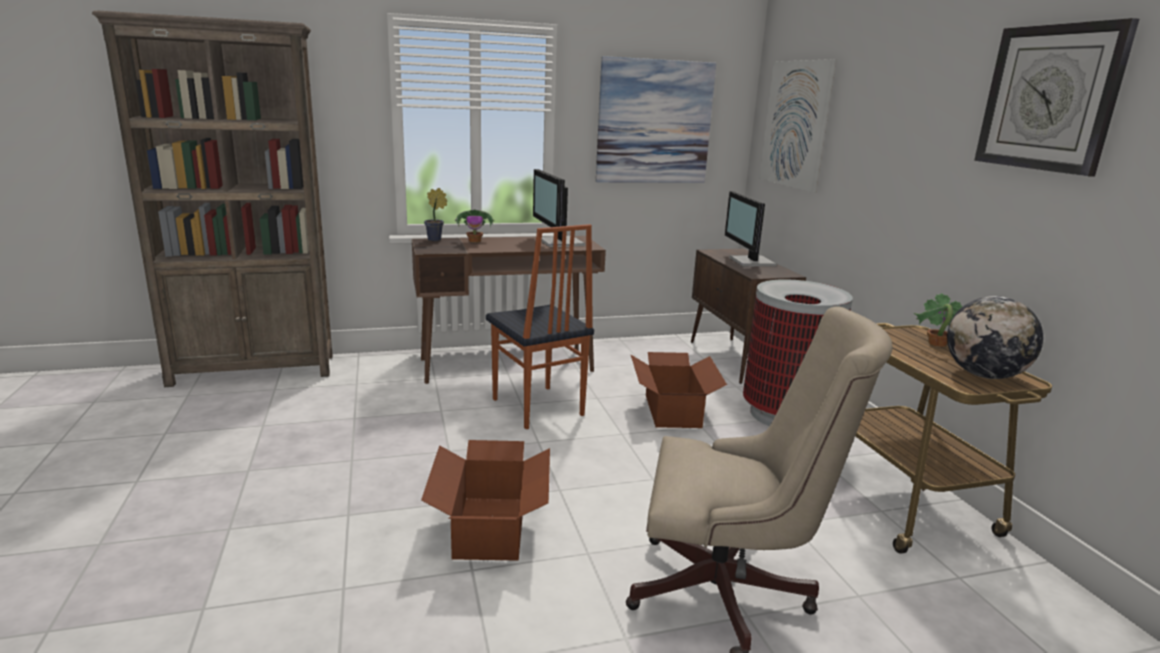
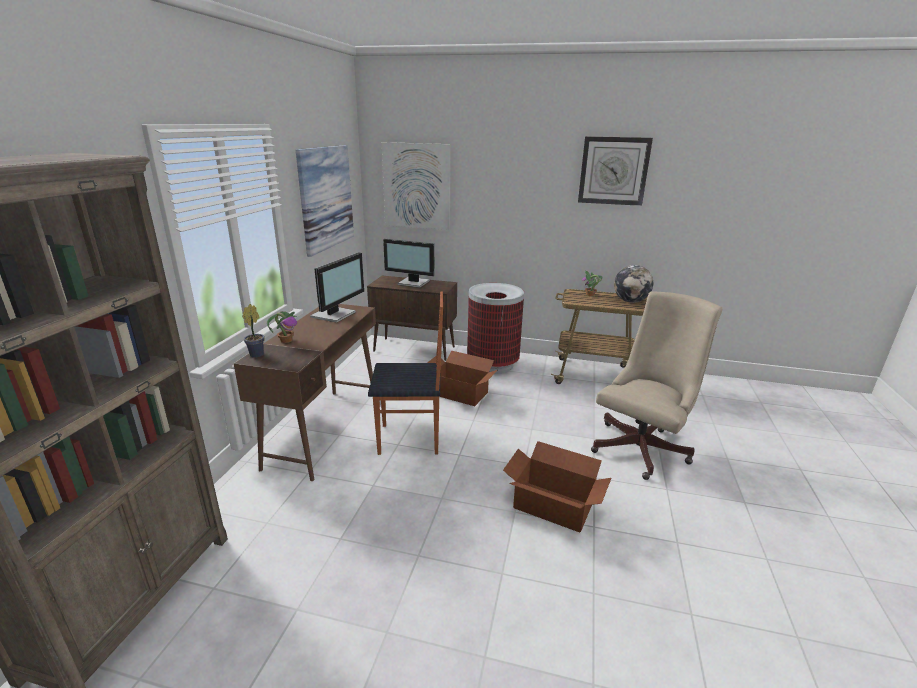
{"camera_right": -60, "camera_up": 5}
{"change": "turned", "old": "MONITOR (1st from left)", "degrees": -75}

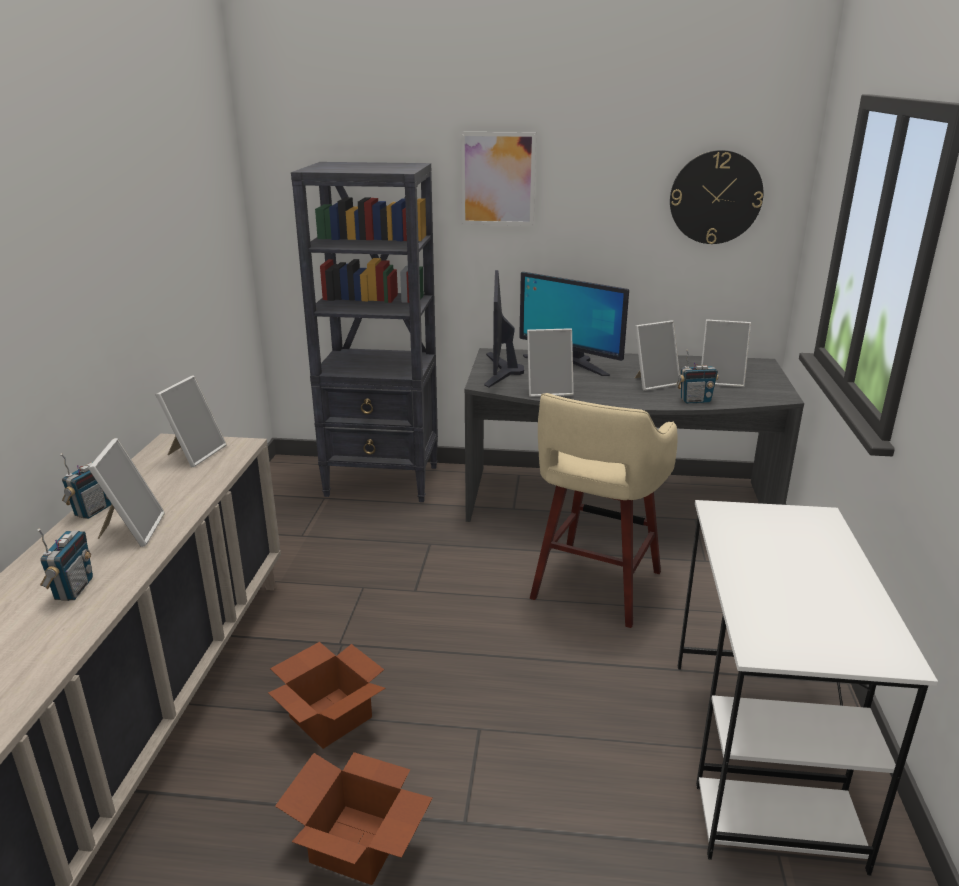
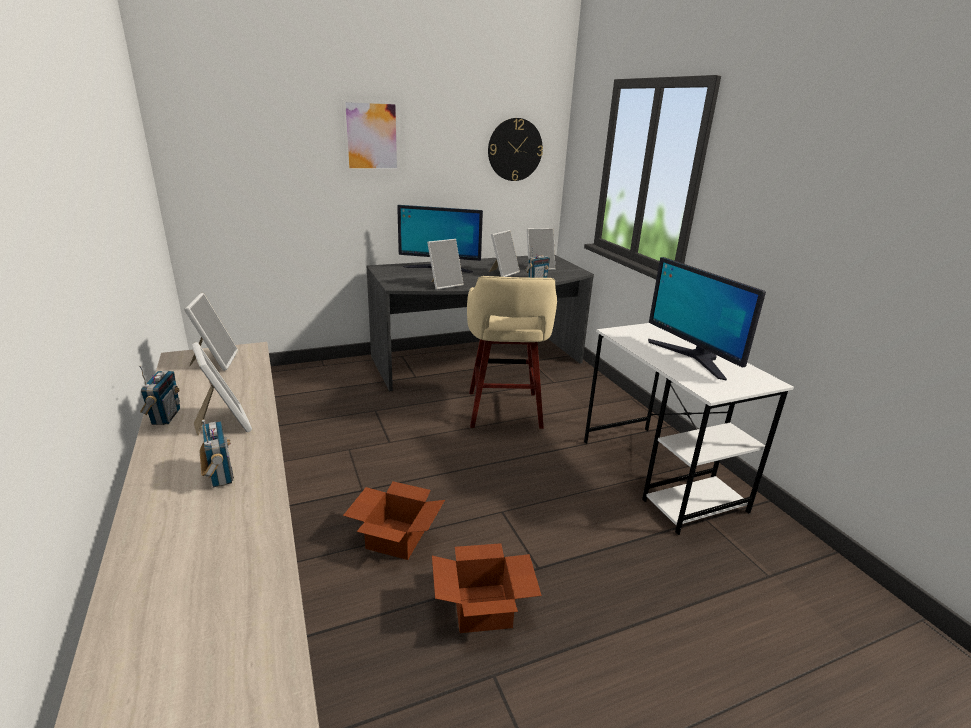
{"camera_right": -30, "camera_up": 0}
{"change": "moved", "old": "MONITOR (1st from left in the first image)", "new": "MONITOR (2nd from left)"}
{"change": "removed", "old": "BLACKISH BOOKSHELF"}

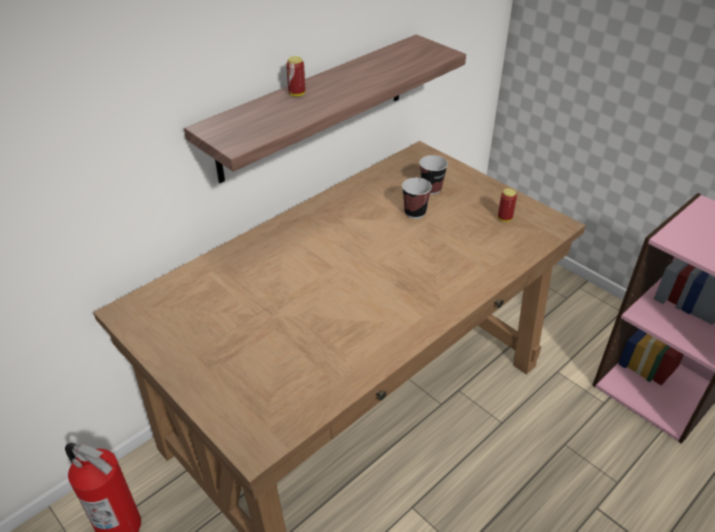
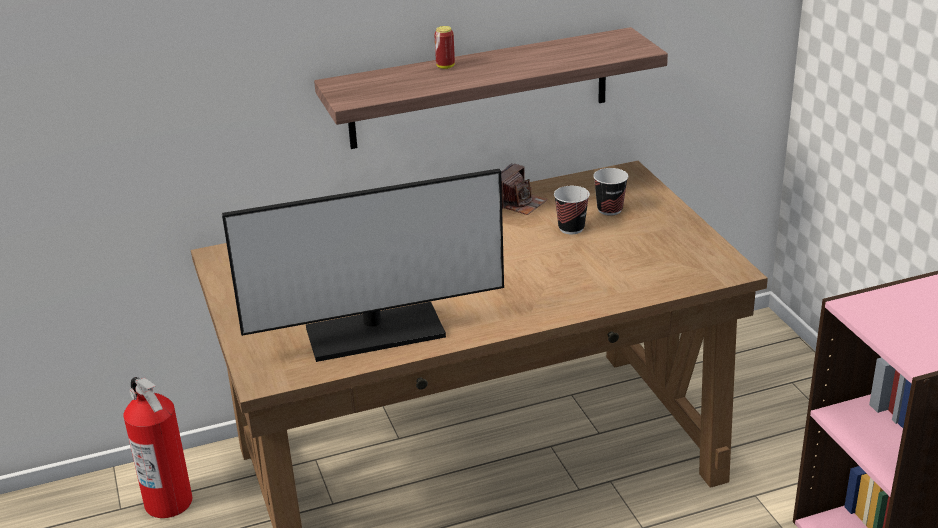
{"camera_right": 25, "camera_up": -10}
{"change": "added", "new": "MONITOR"}
{"change": "added", "new": "STILL CAMERA"}
{"change": "removed", "old": "SEALED CAN (2nd from left)"}

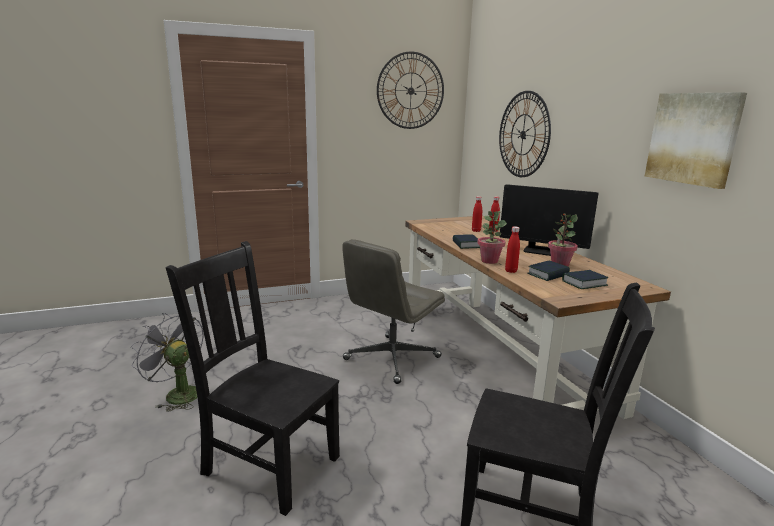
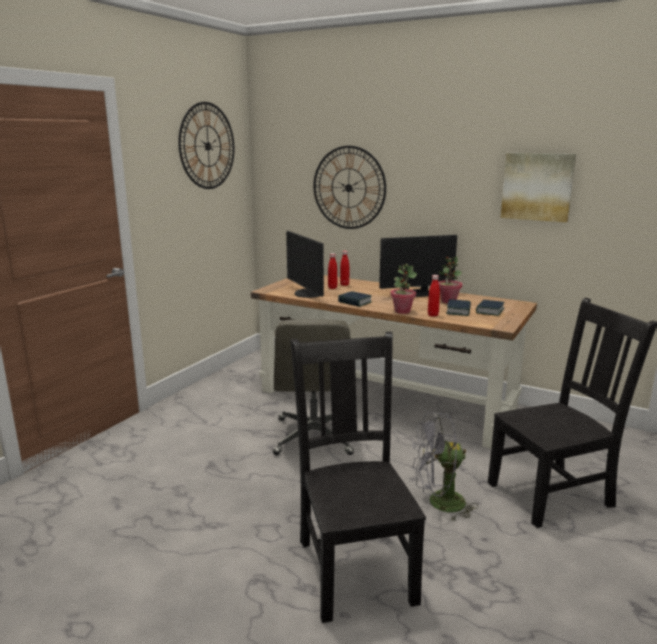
{"camera_right": -40, "camera_up": 0}
{"change": "added", "new": "MONITOR (1st from left)"}
{"change": "turned", "old": "BLACKISH PLAIN CHAIR (1st from left)", "degrees": 90}
{"change": "moved", "old": "GRAY ELECTRIC FAN"}

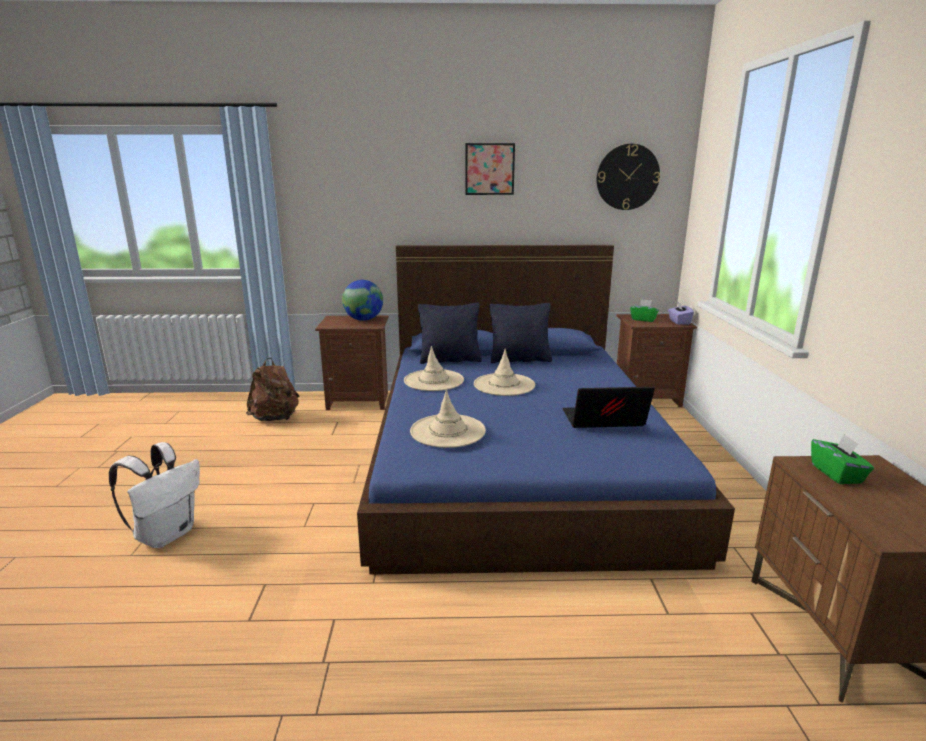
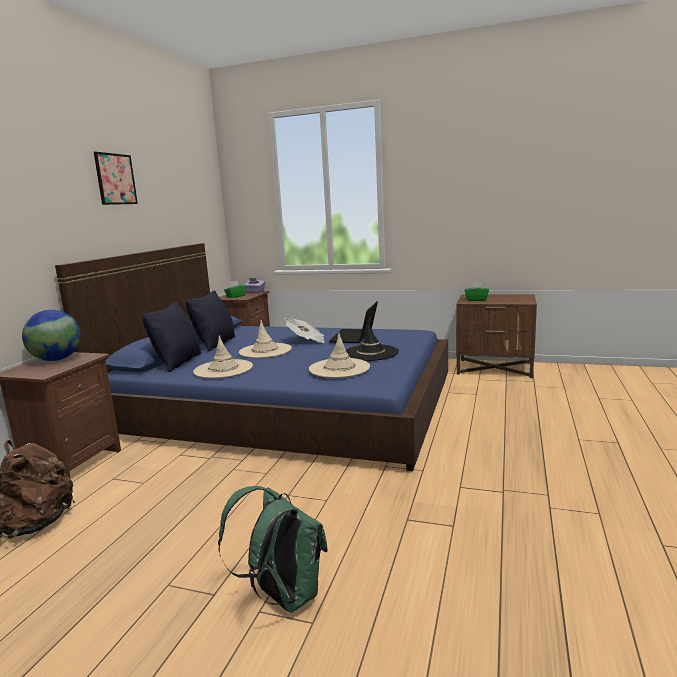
{"camera_right": -70, "camera_up": -5}
{"change": "recoloured", "old": "WHITISH RUCKSACK", "new": "GREEN RUCKSACK"}
{"change": "added", "new": "DAILY PAPER"}
{"change": "added", "new": "BLACKISH WEARABLE HAT"}
{"change": "removed", "old": "CLOCK ON THE WALL"}

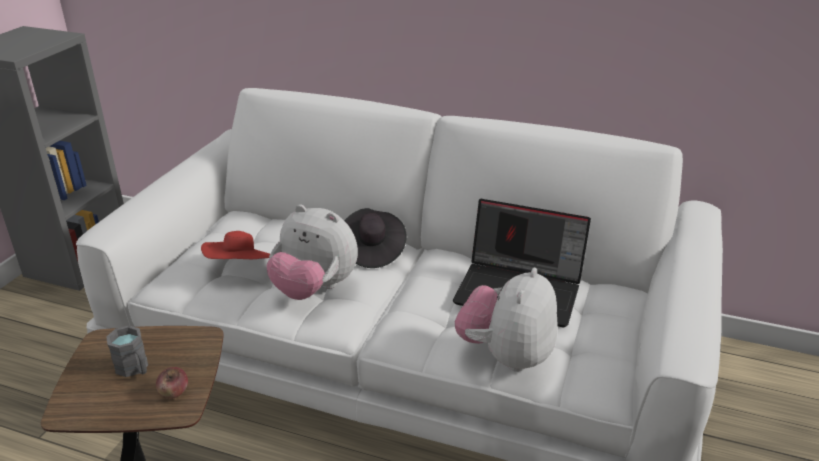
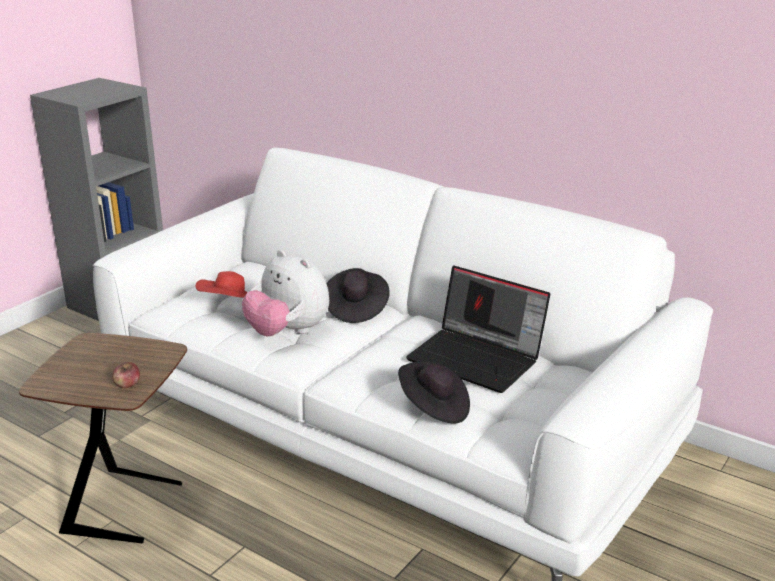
{"camera_right": 15, "camera_up": -5}
{"change": "replaced", "old": "CUDDLY TOY (2nd from left)", "new": "BLACKISH WEARABLE HAT (2nd from left)"}
{"change": "removed", "old": "GRAY TEA MUG"}

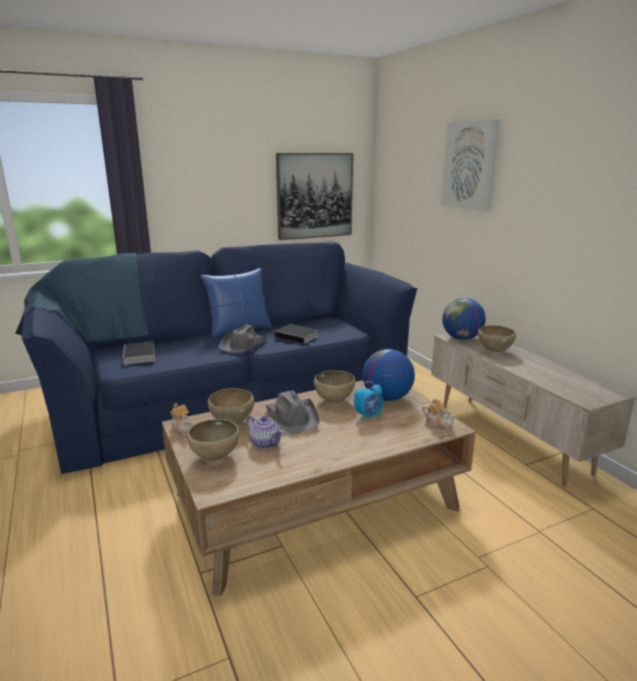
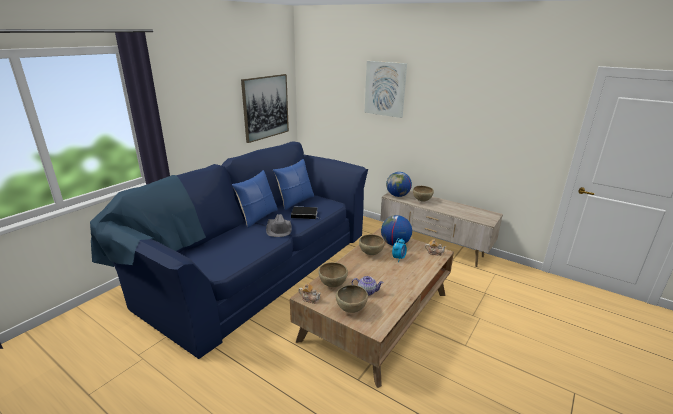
{"camera_right": -30, "camera_up": 5}
{"change": "added", "new": "BLUISH CUSHION (2nd from left)"}
{"change": "removed", "old": "VOLUME (1st from left)"}
{"change": "removed", "old": "GRAY WEARABLE HAT (2nd from left)"}

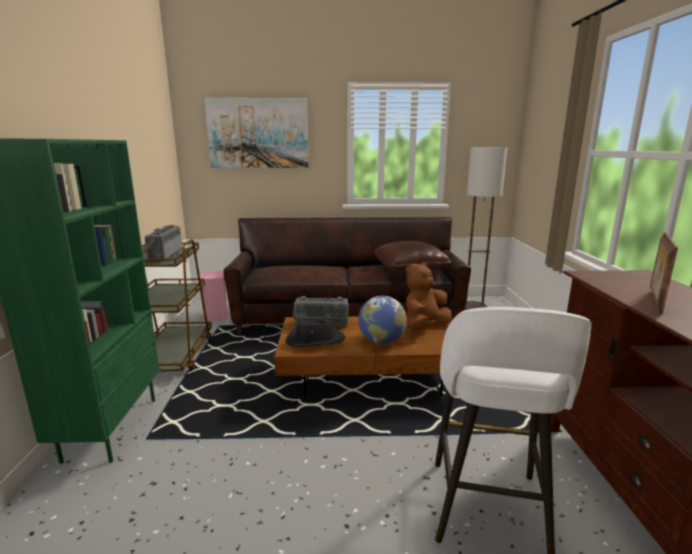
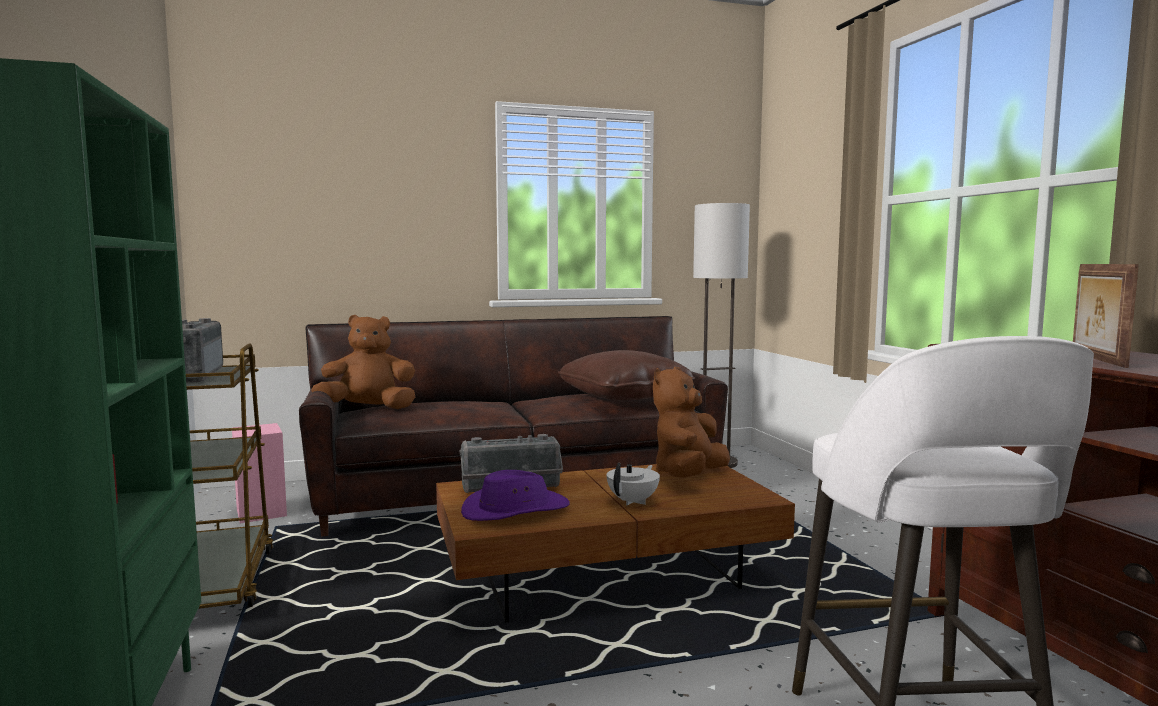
{"camera_right": -15, "camera_up": -10}
{"change": "added", "new": "BROWN-COLOURED CUDDLY TOY (1st from left)"}
{"change": "recoloured", "old": "BLACKISH WEARABLE HAT", "new": "PURPLISH WEARABLE HAT"}
{"change": "replaced", "old": "DESK GLOBE", "new": "WHITISH TEAPOT"}
{"change": "removed", "old": "PICTURE"}

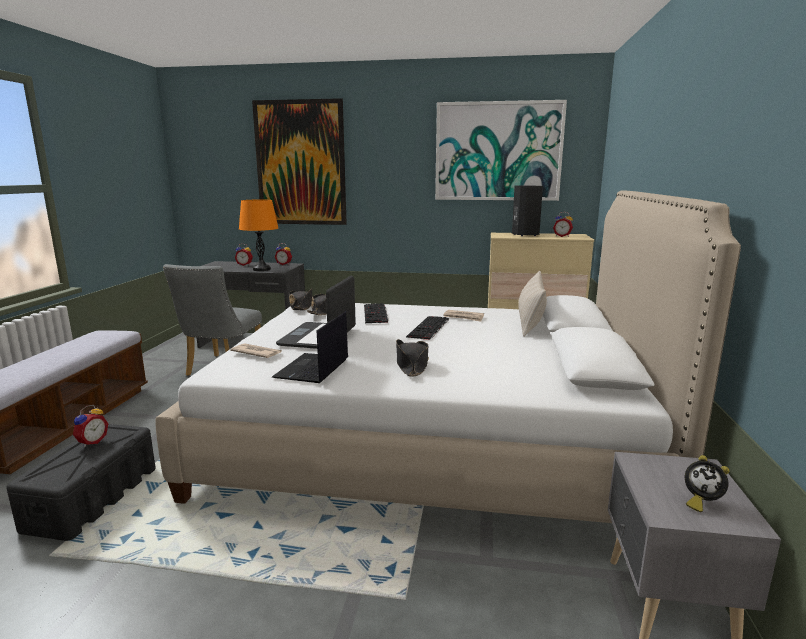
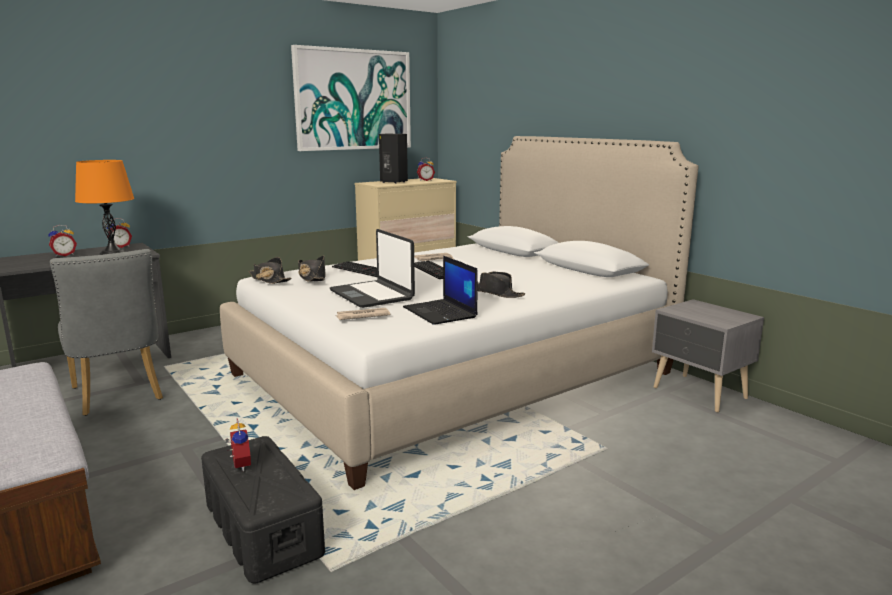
{"camera_right": -45, "camera_up": 0}
{"change": "removed", "old": "PICTURE (1st from left)"}
{"change": "removed", "old": "BEIGE CUSHION"}
{"change": "removed", "old": "BEDSIDE CLOCK (5th from left)"}

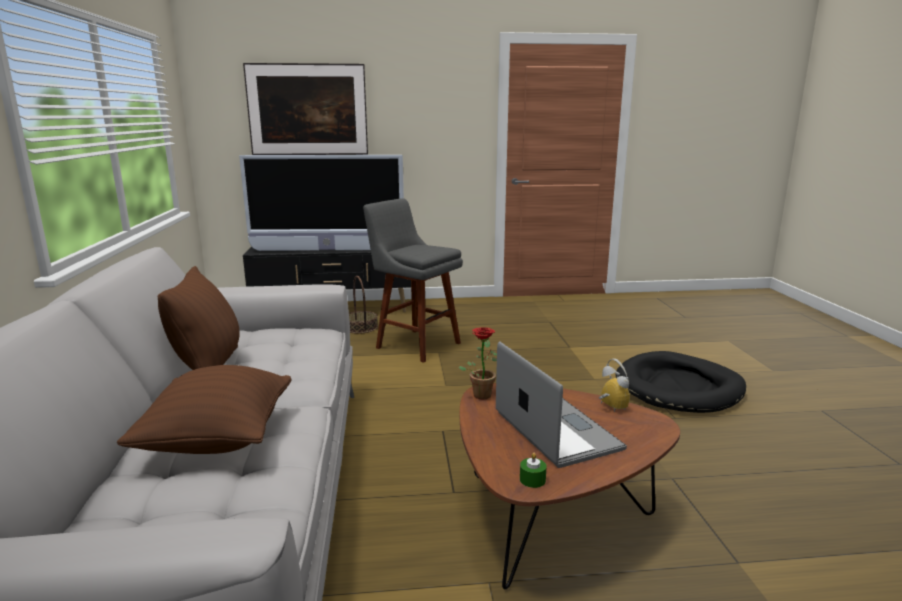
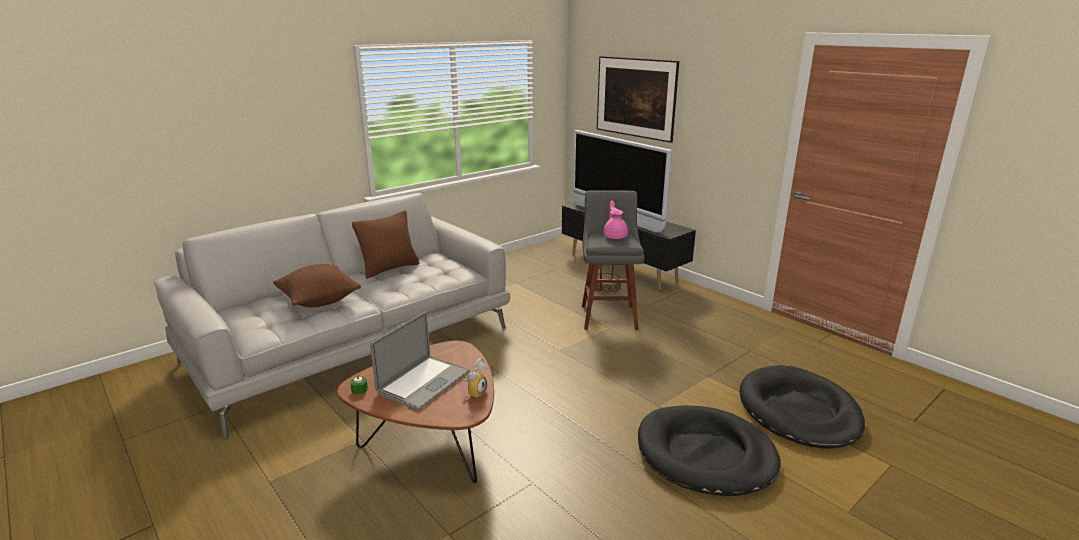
{"camera_right": 55, "camera_up": 5}
{"change": "added", "new": "PINKISH TEAPOT"}
{"change": "added", "new": "BLACKISH PET BED (2nd from left)"}
{"change": "removed", "old": "POTTED PLANT"}

